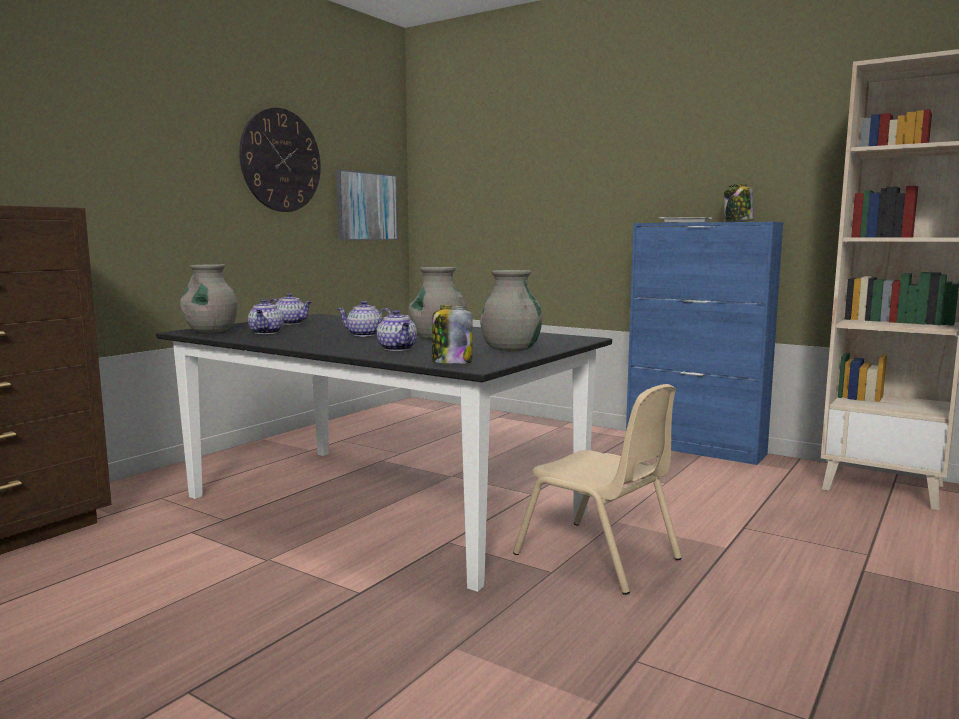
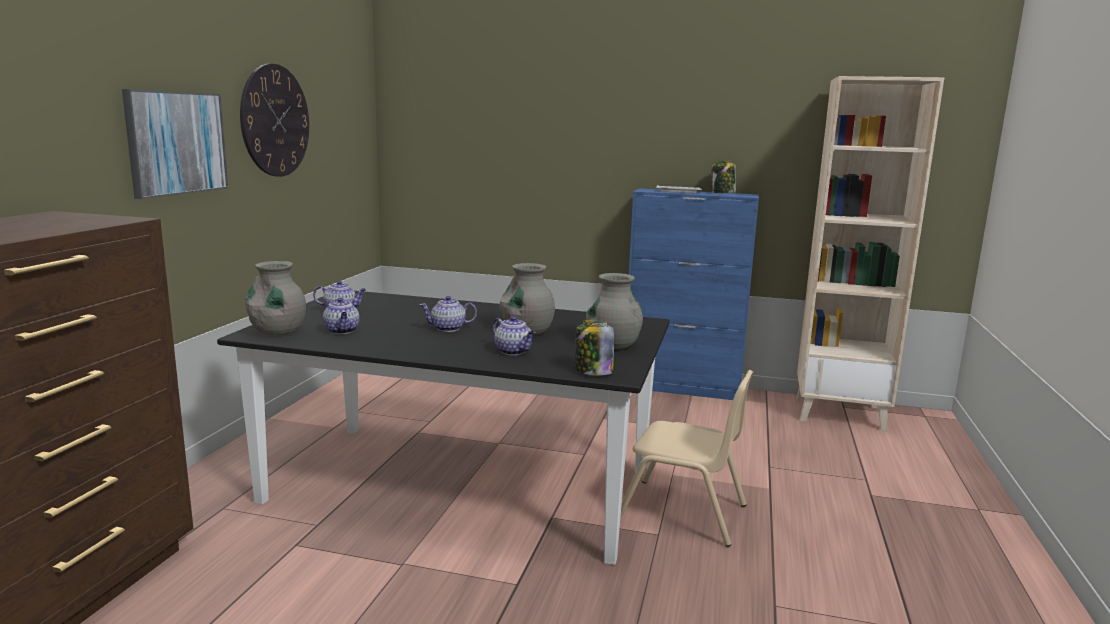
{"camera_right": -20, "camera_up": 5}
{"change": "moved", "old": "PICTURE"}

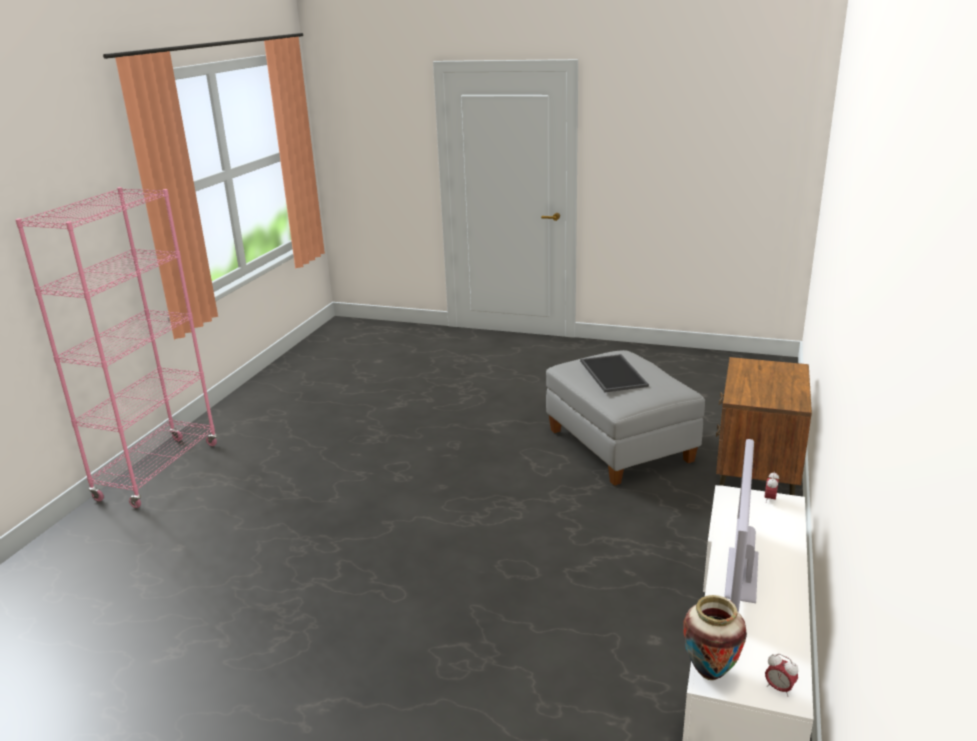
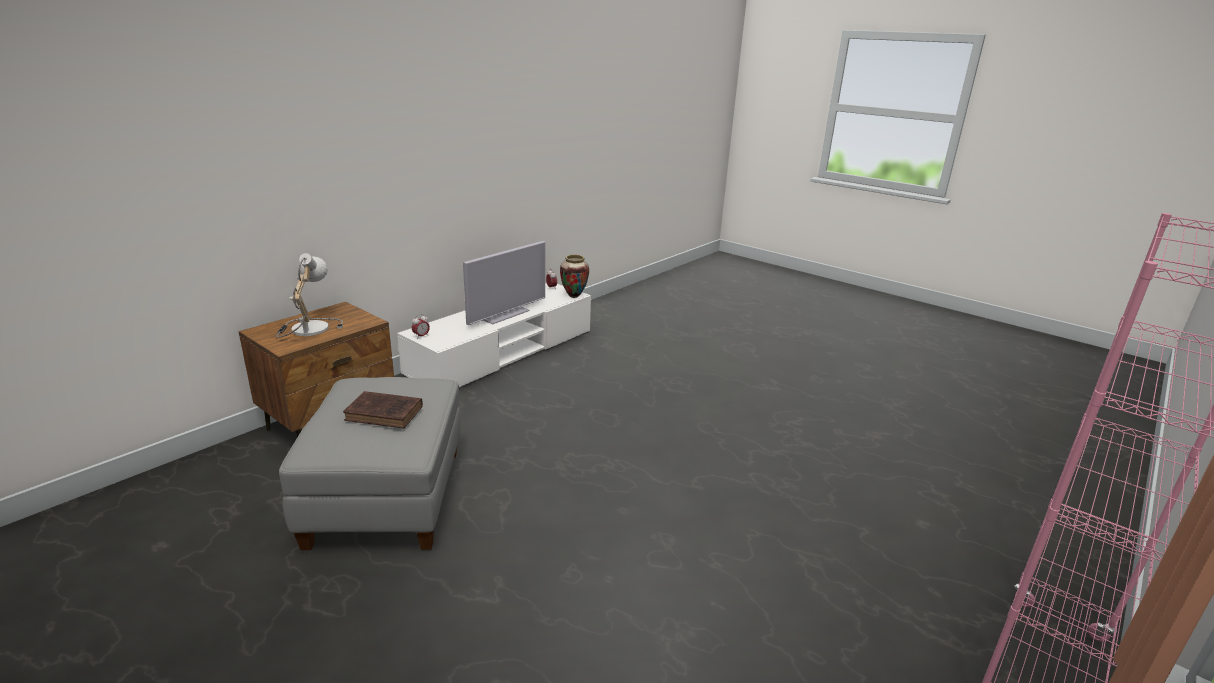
{"camera_right": -160, "camera_up": 0}
{"change": "added", "new": "TABLETOP LAMP"}
{"change": "replaced", "old": "CARRYING TRAY", "new": "BROWN-COLOURED VOLUME"}

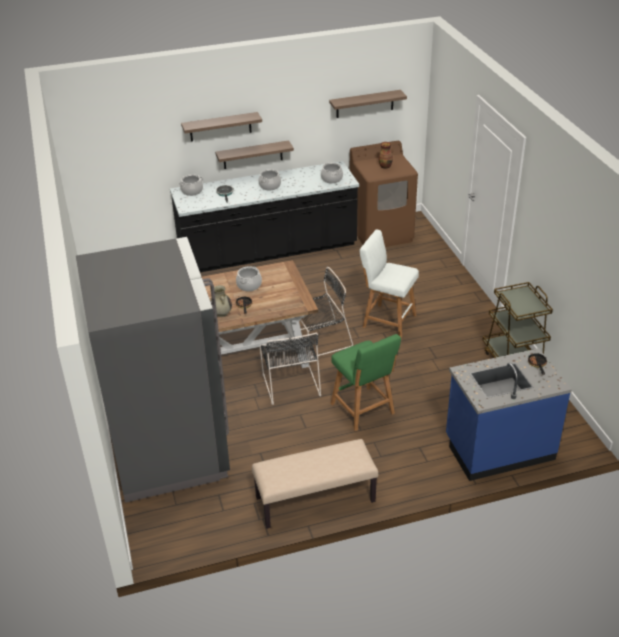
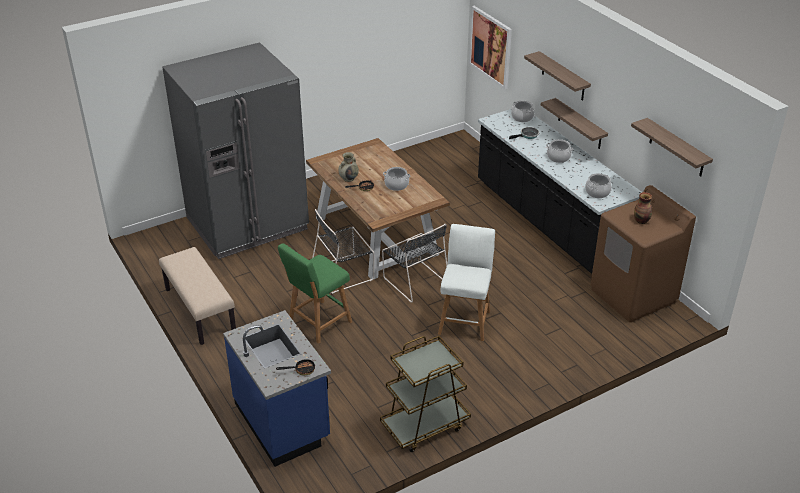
{"camera_right": 75, "camera_up": 0}
{"change": "added", "new": "PICTURE"}

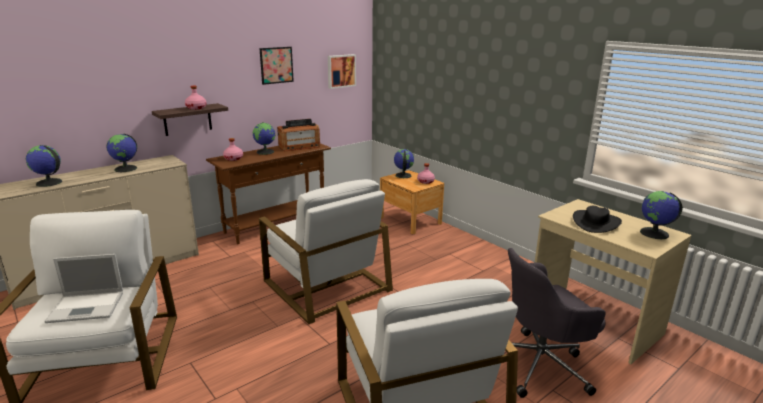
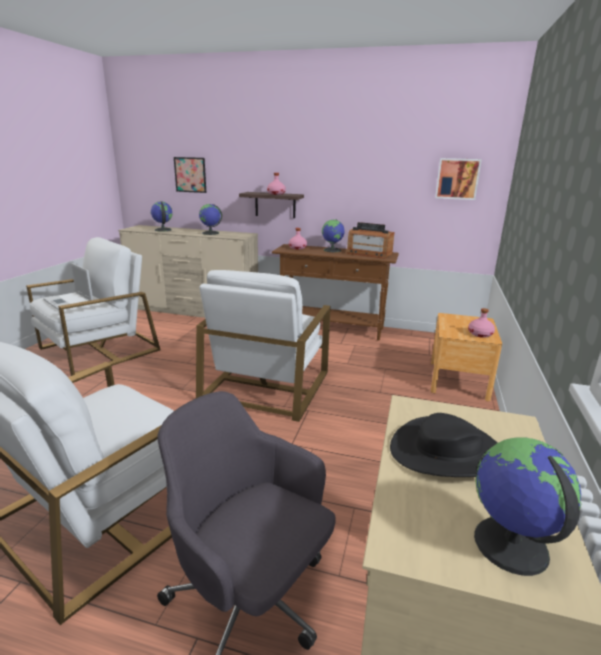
{"camera_right": 55, "camera_up": 0}
{"change": "moved", "old": "PICTURE (1st from left)"}
{"change": "removed", "old": "DESK GLOBE (4th from left)"}

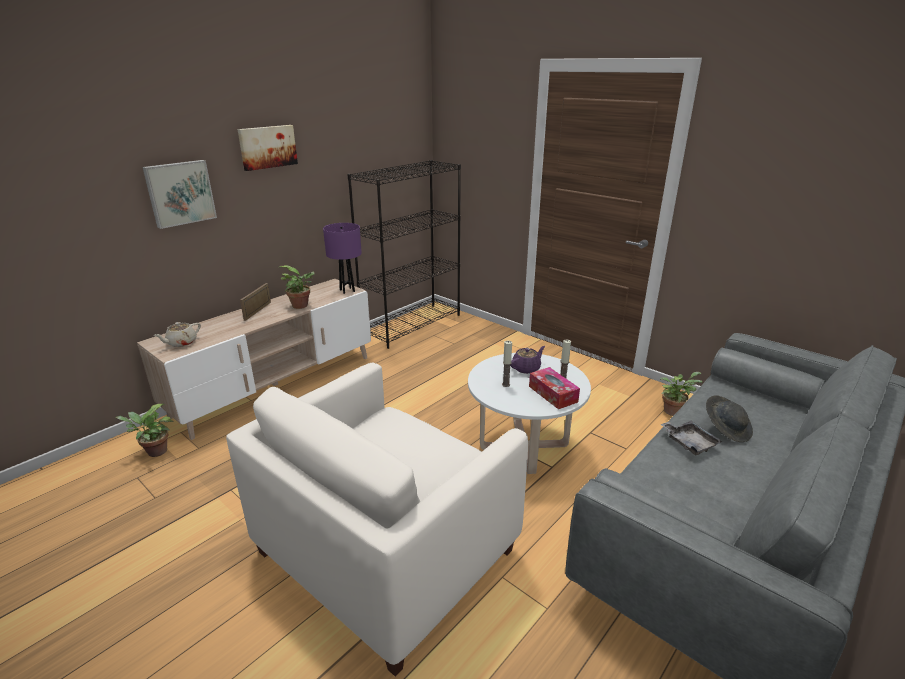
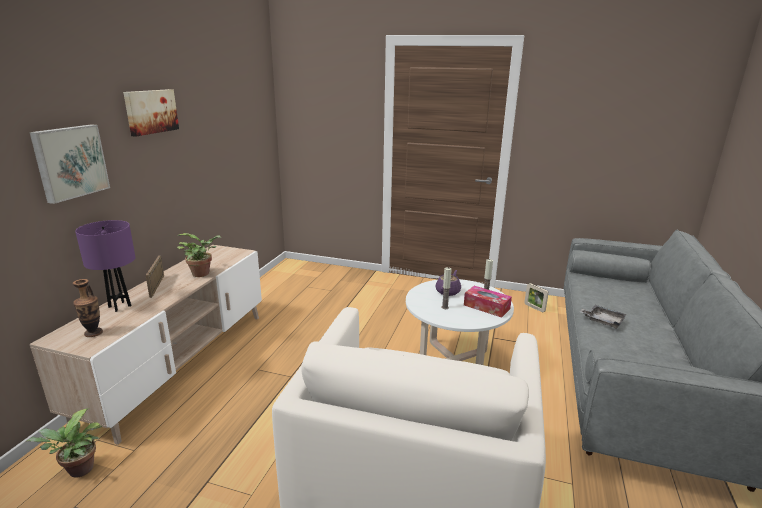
{"camera_right": -25, "camera_up": -5}
{"change": "replaced", "old": "BEIGE TEAPOT", "new": "FLOWER VASE"}
{"change": "moved", "old": "PURPLISH TABLETOP LAMP"}
{"change": "replaced", "old": "POTTED PLANT (3rd from left)", "new": "PICTURE FRAME (2nd from left)"}
{"change": "removed", "old": "BLACKISH BOOKSHELF"}
{"change": "removed", "old": "GRAY WEARABLE HAT"}

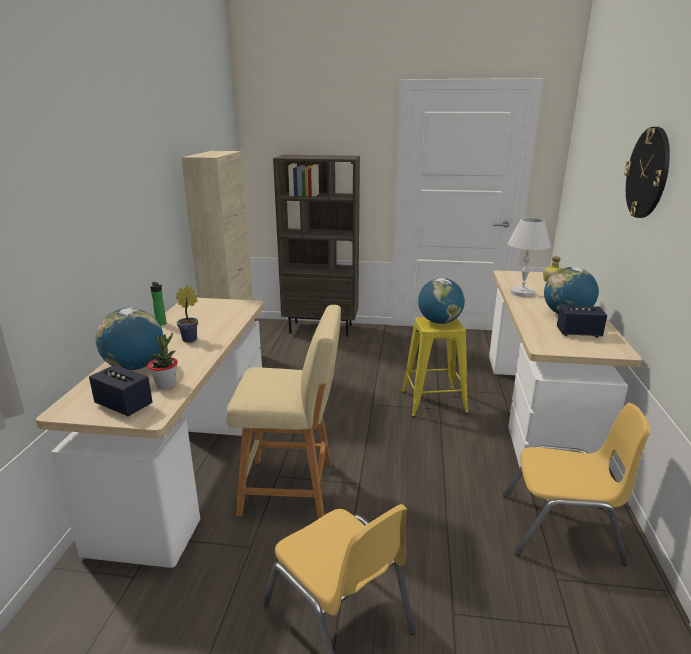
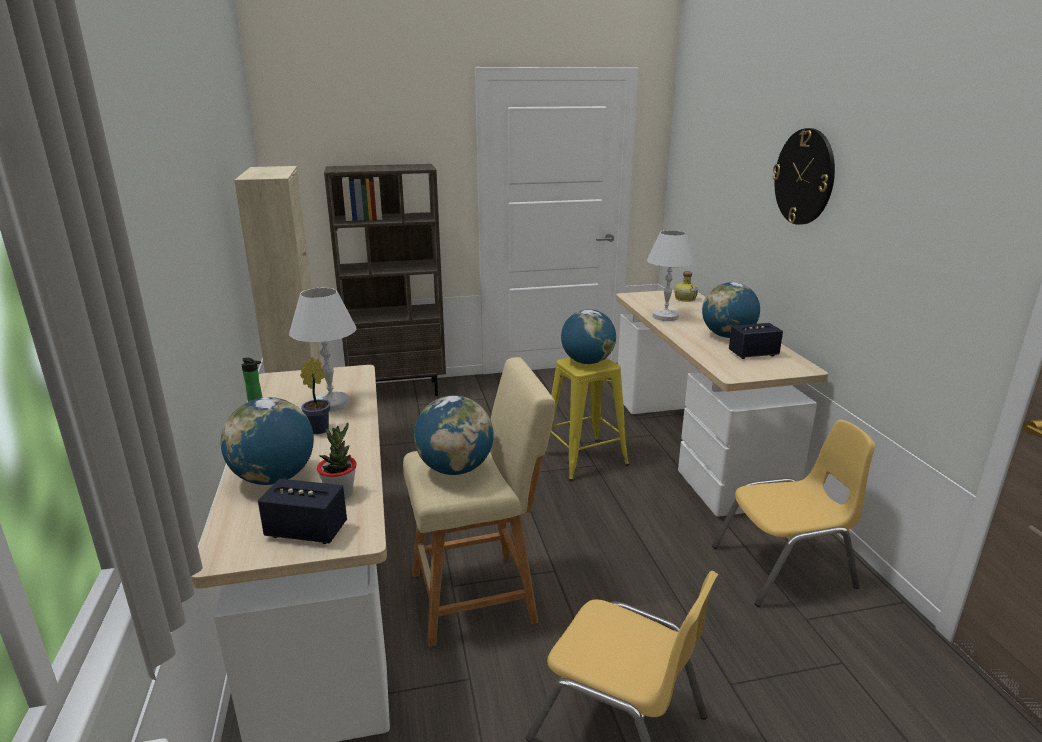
{"camera_right": -20, "camera_up": 0}
{"change": "added", "new": "WHITISH TABLETOP LAMP (1st from left)"}
{"change": "added", "new": "DESK GLOBE (2nd from left)"}

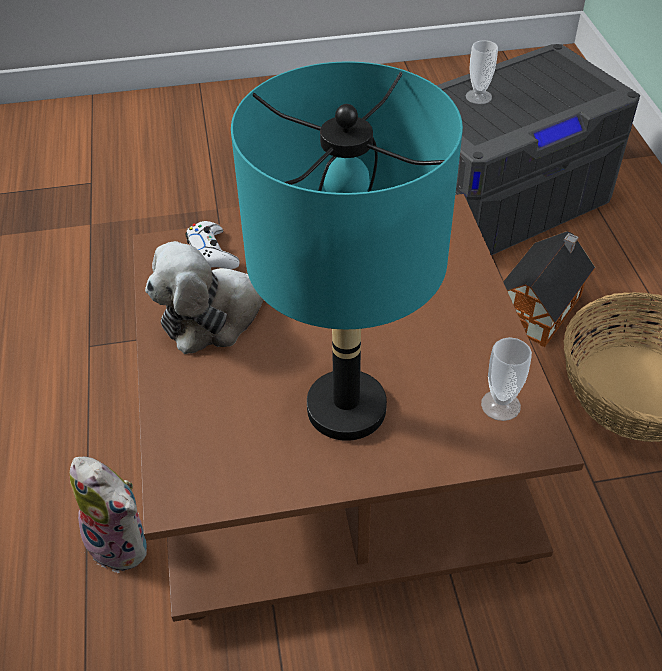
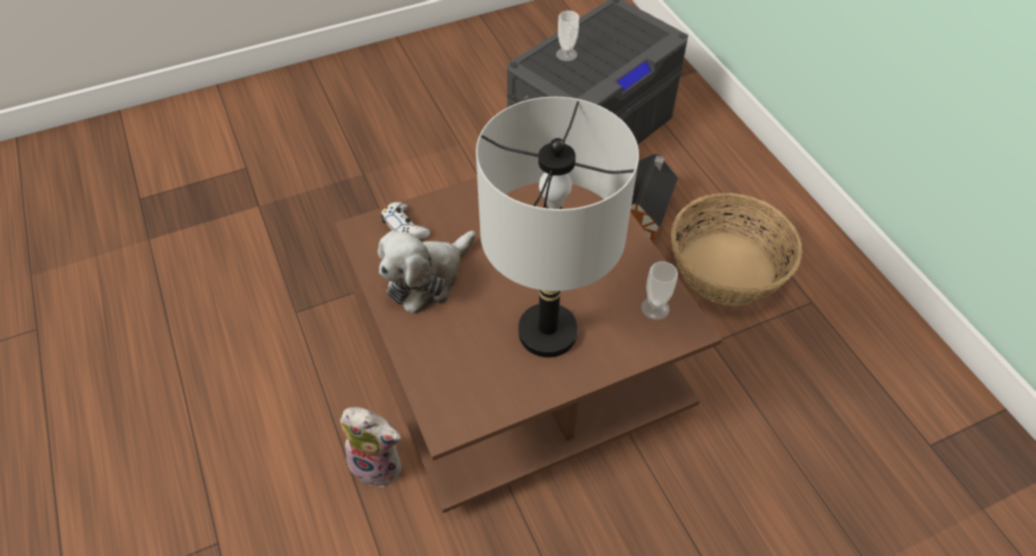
{"camera_right": -15, "camera_up": 5}
{"change": "recoloured", "old": "BLUE-GREEN TABLETOP LAMP", "new": "GRAY TABLETOP LAMP"}

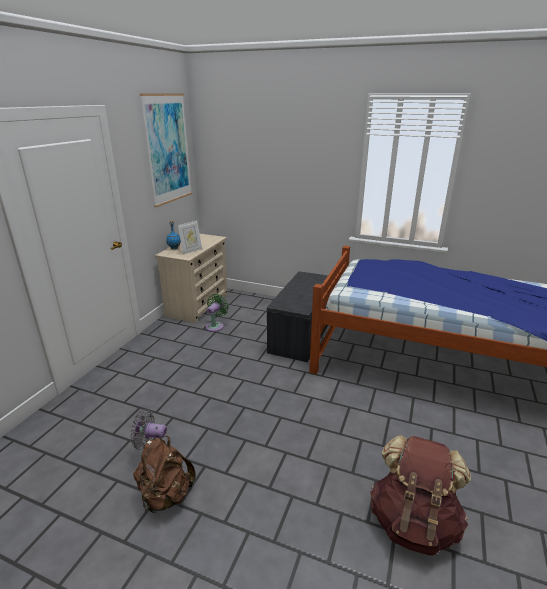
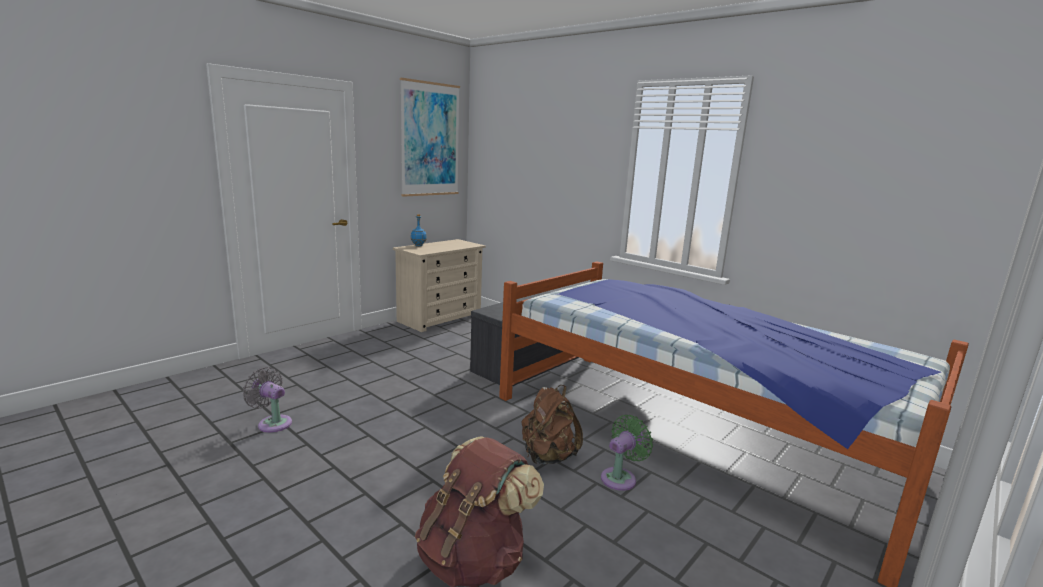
{"camera_right": 20, "camera_up": -10}
{"change": "moved", "old": "BROWN-COLOURED RUCKSACK (1st from left in the first image)", "new": "BROWN-COLOURED RUCKSACK (2nd from left)"}
{"change": "moved", "old": "GREEN ELECTRIC FAN"}
{"change": "removed", "old": "PICTURE FRAME"}

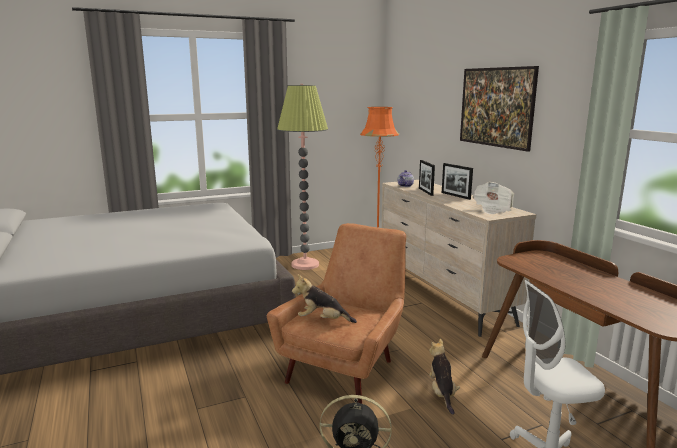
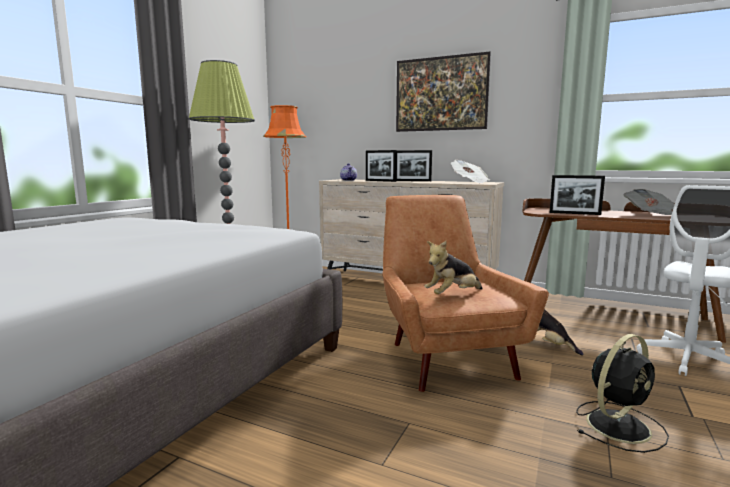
{"camera_right": -40, "camera_up": -5}
{"change": "added", "new": "PICTURE FRAME (3rd from left)"}
{"change": "added", "new": "DAILY PAPER (2nd from left)"}

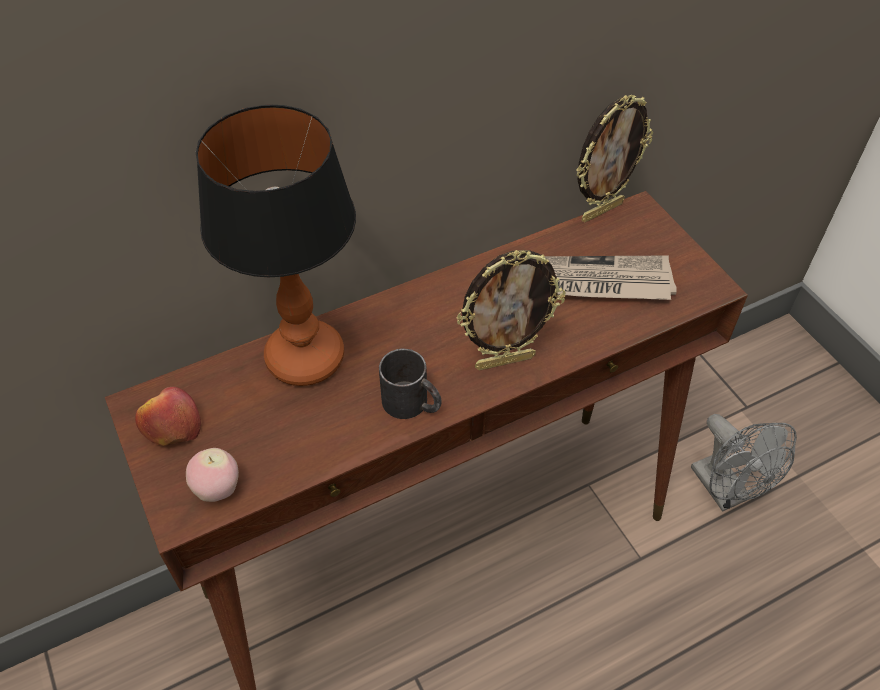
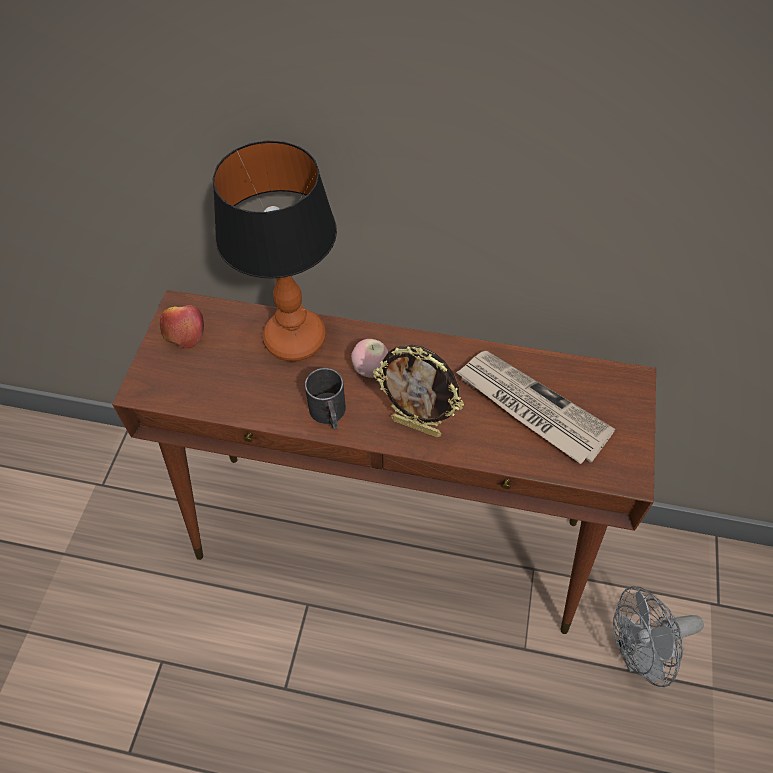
{"camera_right": 40, "camera_up": 5}
{"change": "moved", "old": "APPLE FRUIT (2nd from left)"}
{"change": "turned", "old": "GRAY ELECTRIC FAN", "degrees": 60}
{"change": "removed", "old": "PICTURE FRAME (2nd from left)"}

